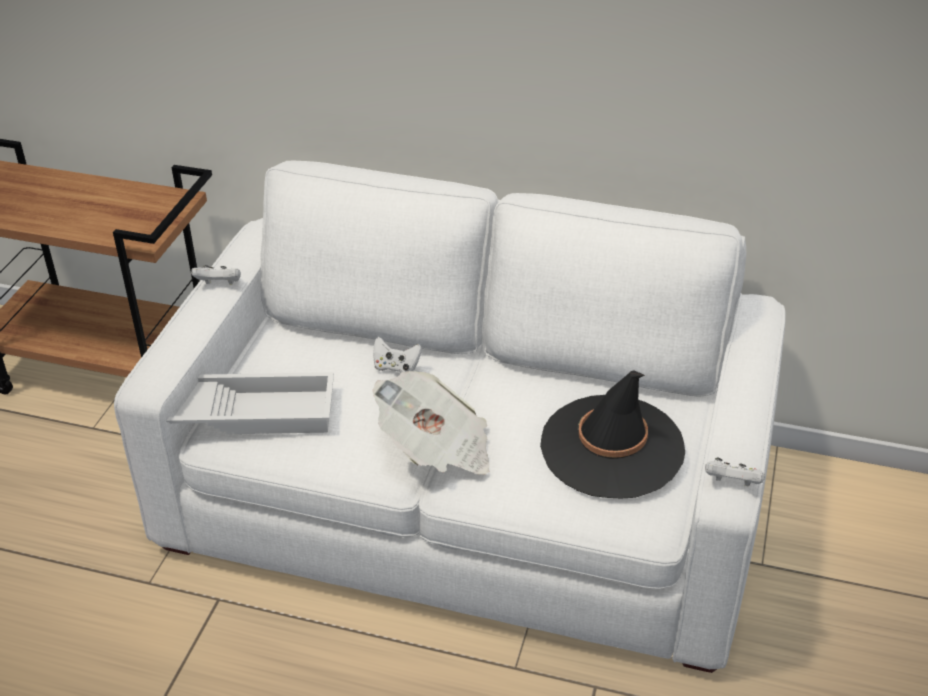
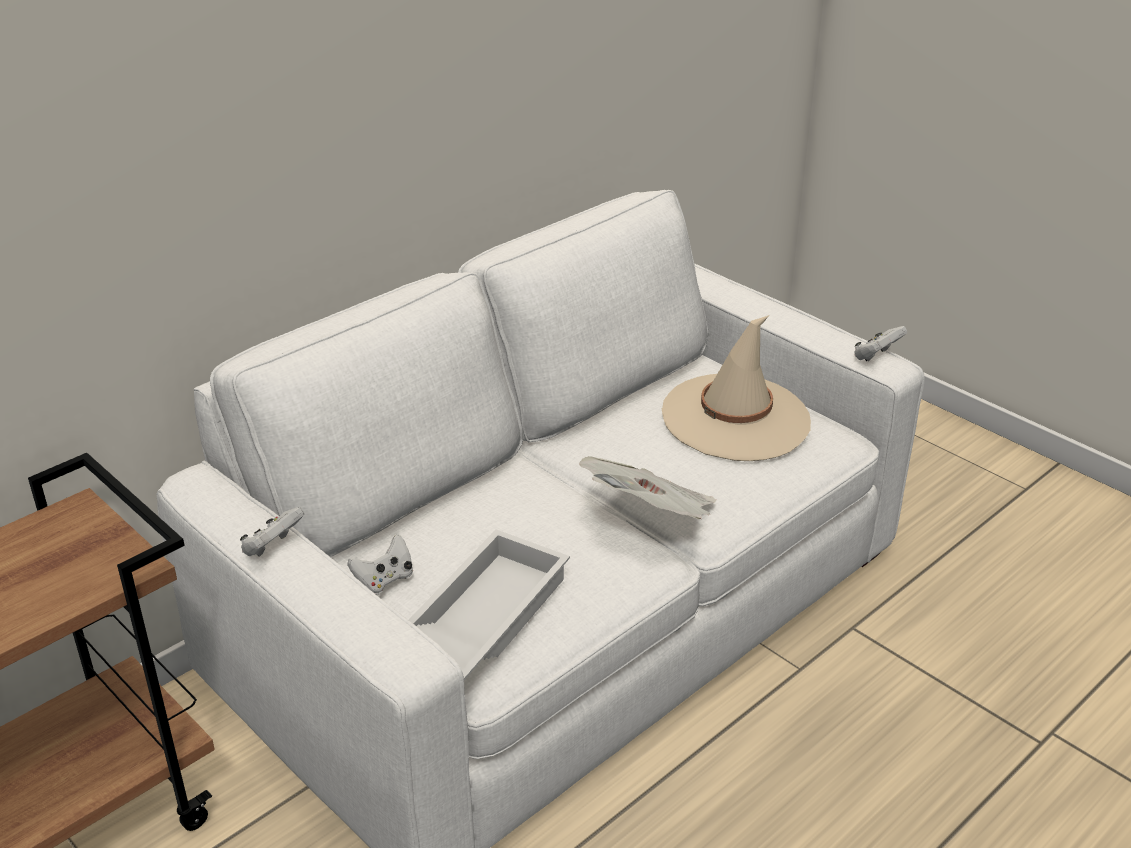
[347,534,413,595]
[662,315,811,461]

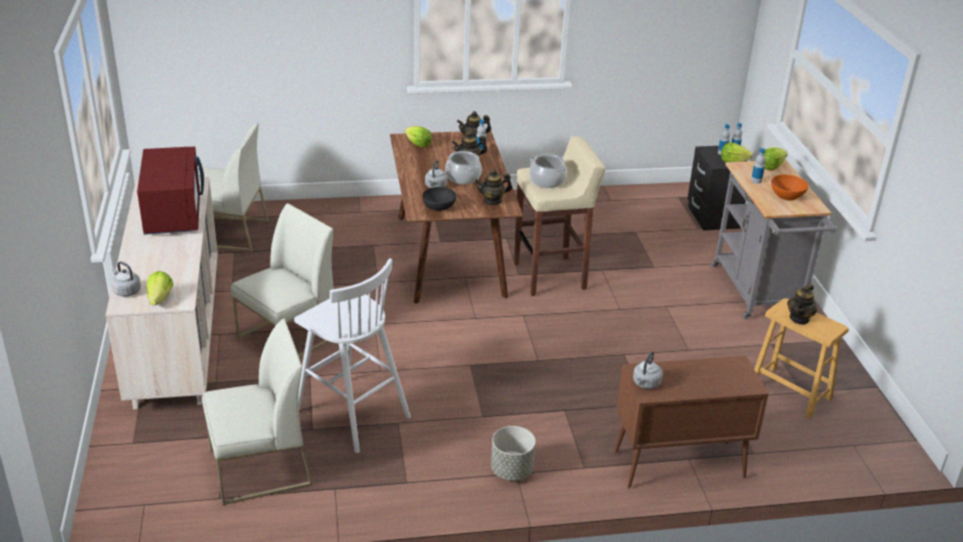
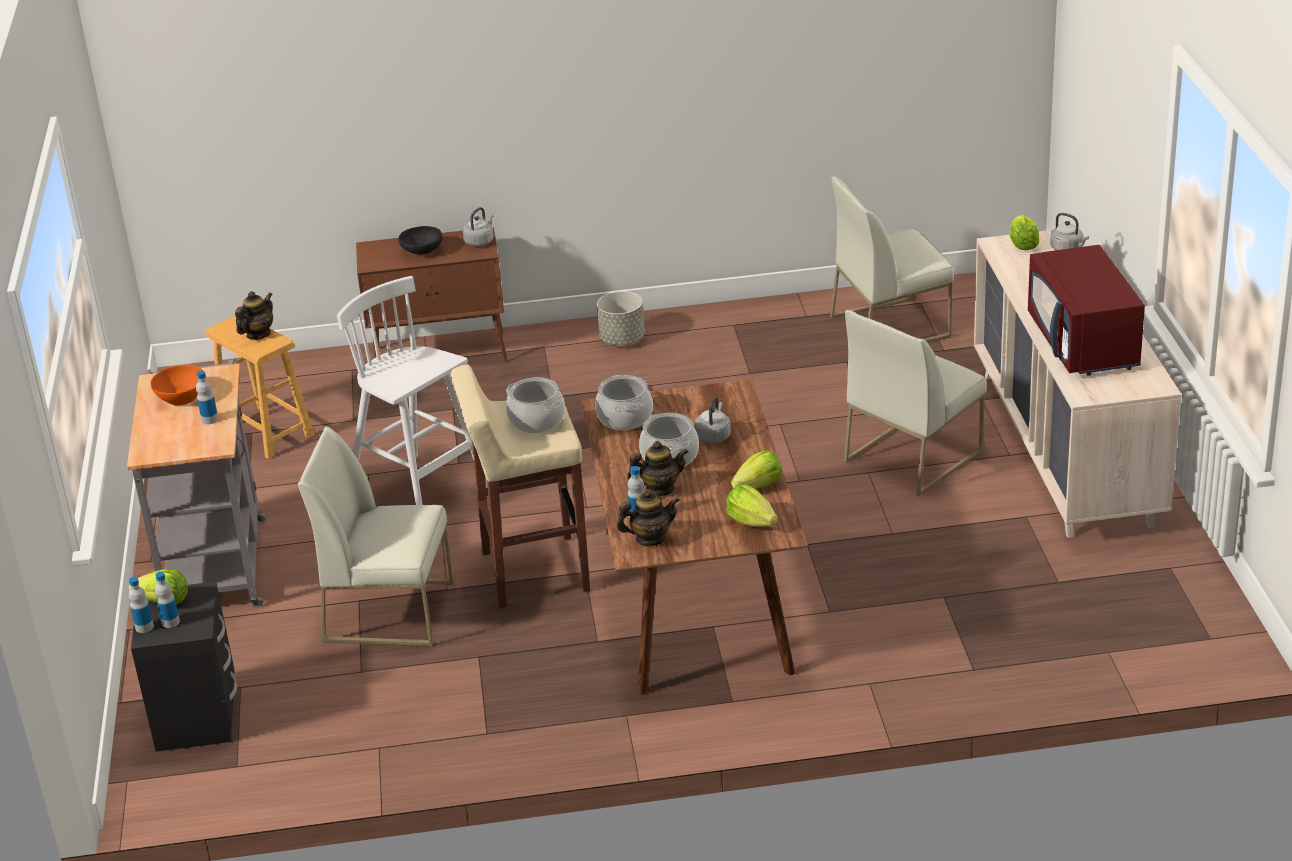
[298,426,454,646]
[731,450,782,489]
[595,375,653,430]
[398,226,442,254]
[337,276,488,505]

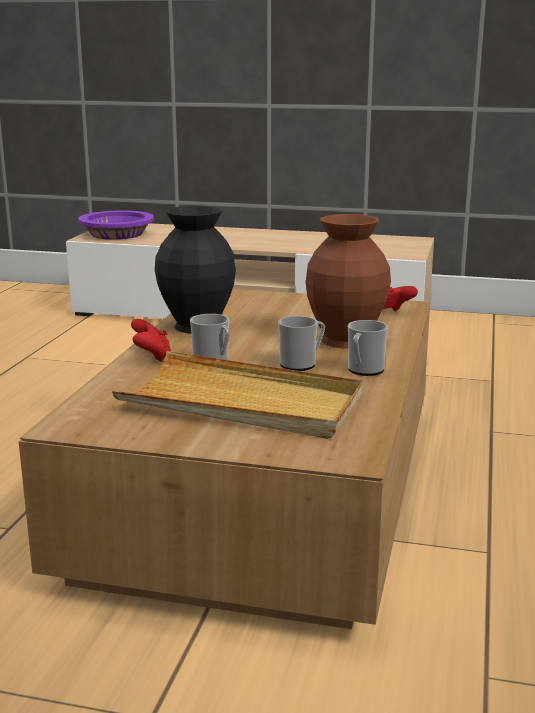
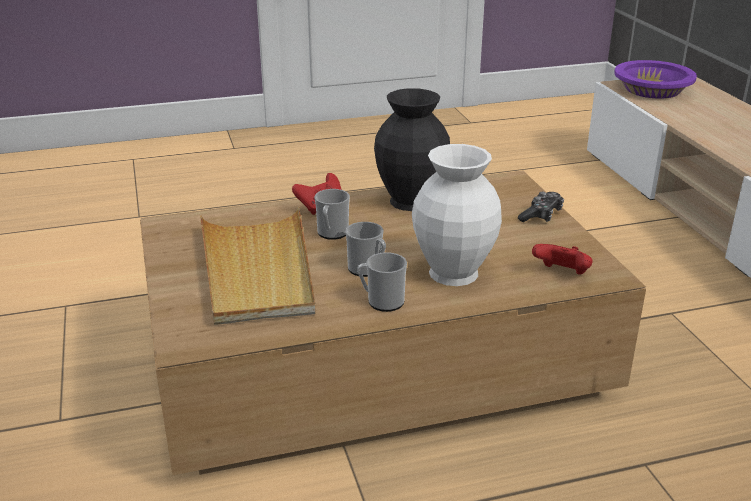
[412,144,502,286]
[518,192,564,222]

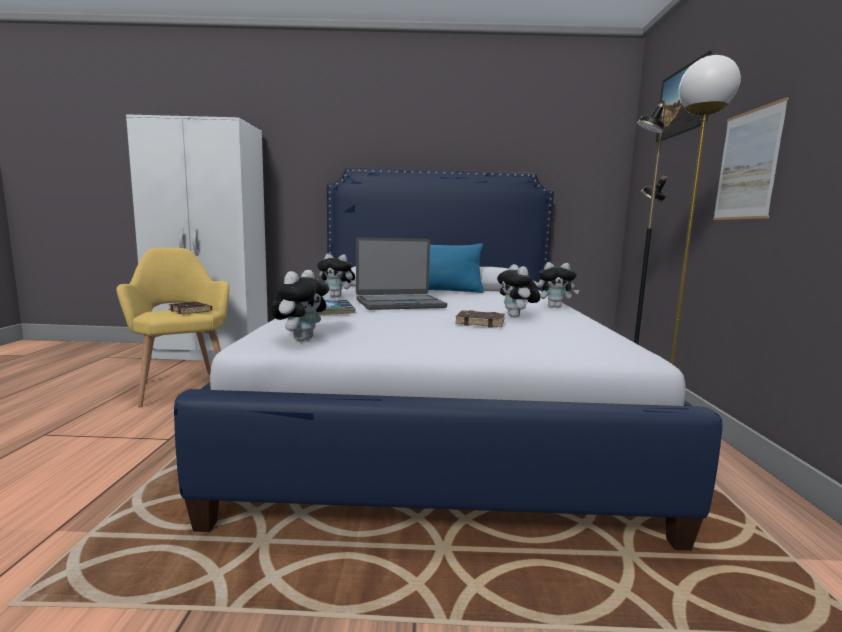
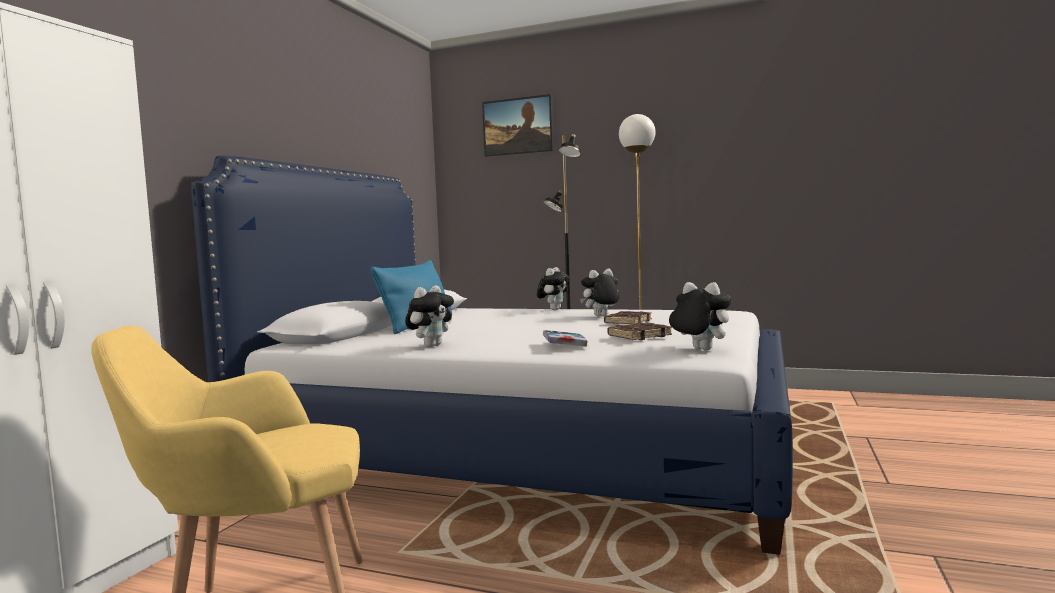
[713,97,789,220] (first image)
[356,237,447,310] (first image)
[580,269,620,316]
[607,322,672,340]

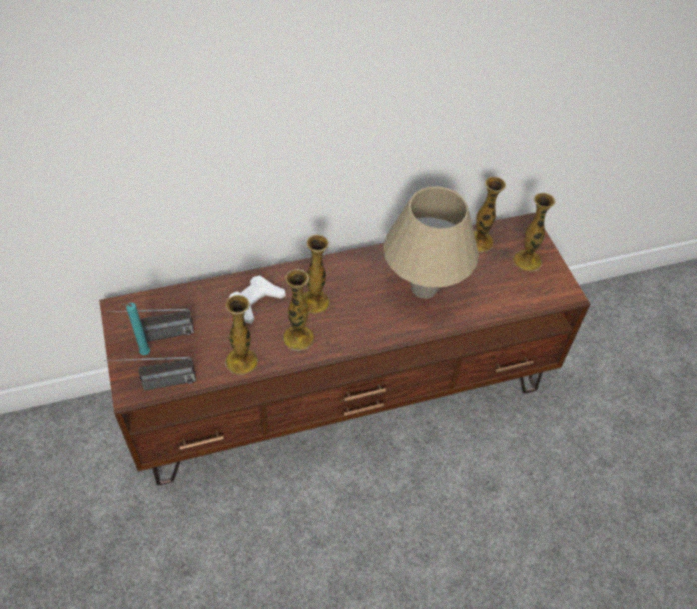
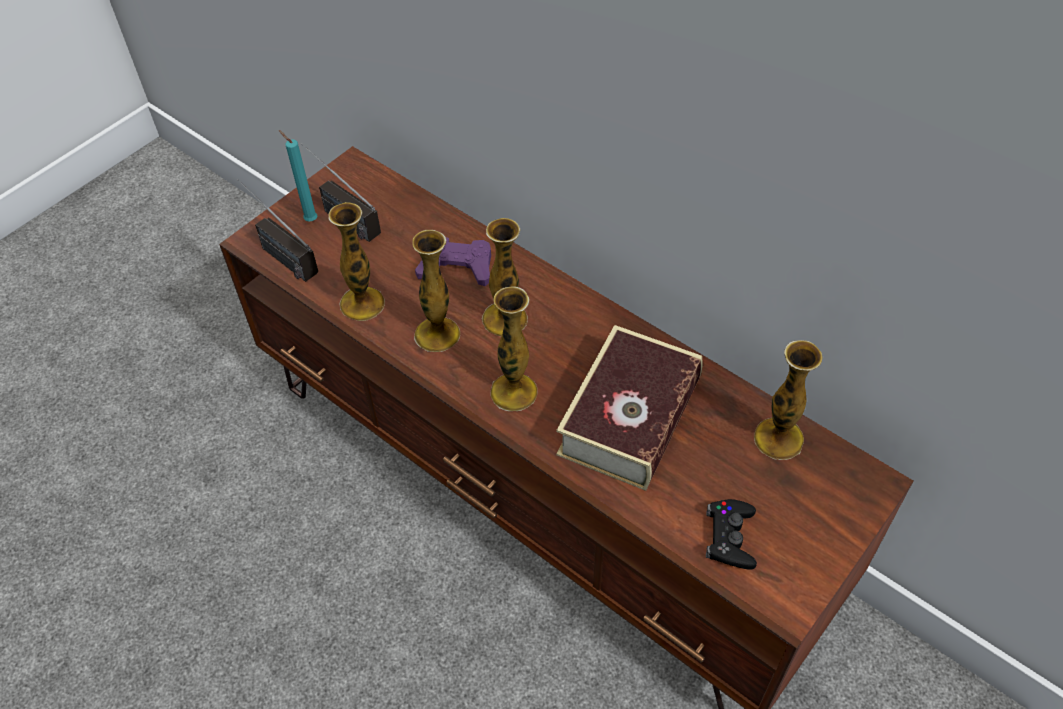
[556,325,702,491]
[491,287,537,411]
[415,237,491,286]
[706,499,757,570]

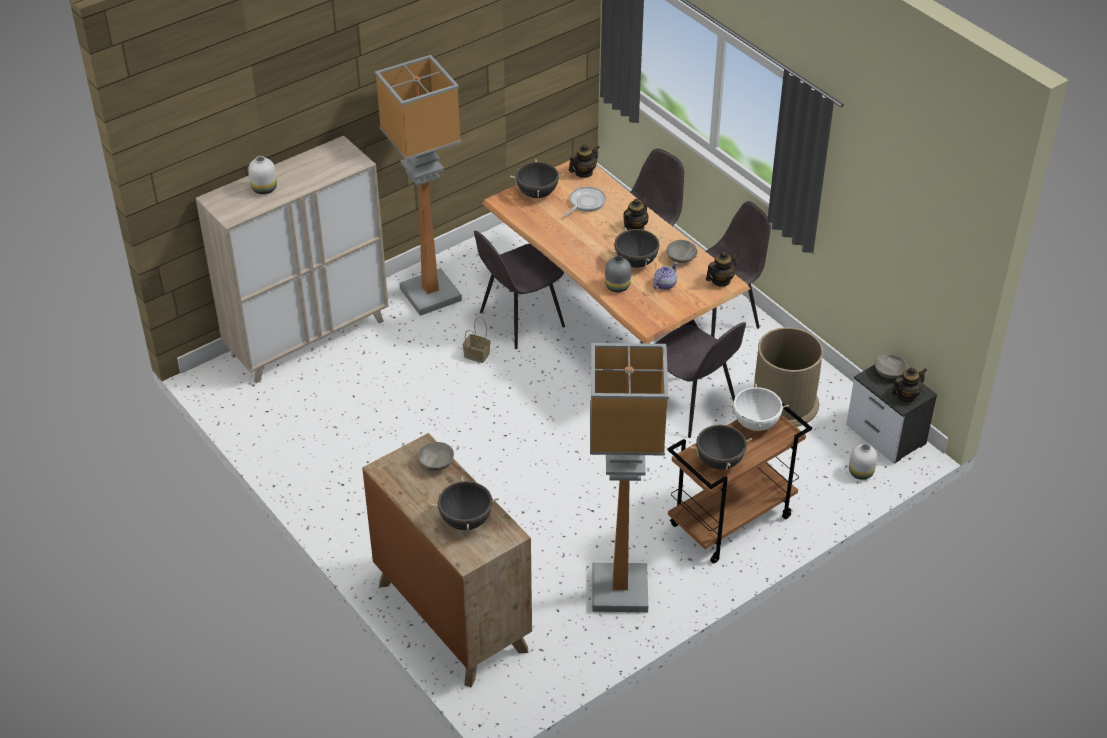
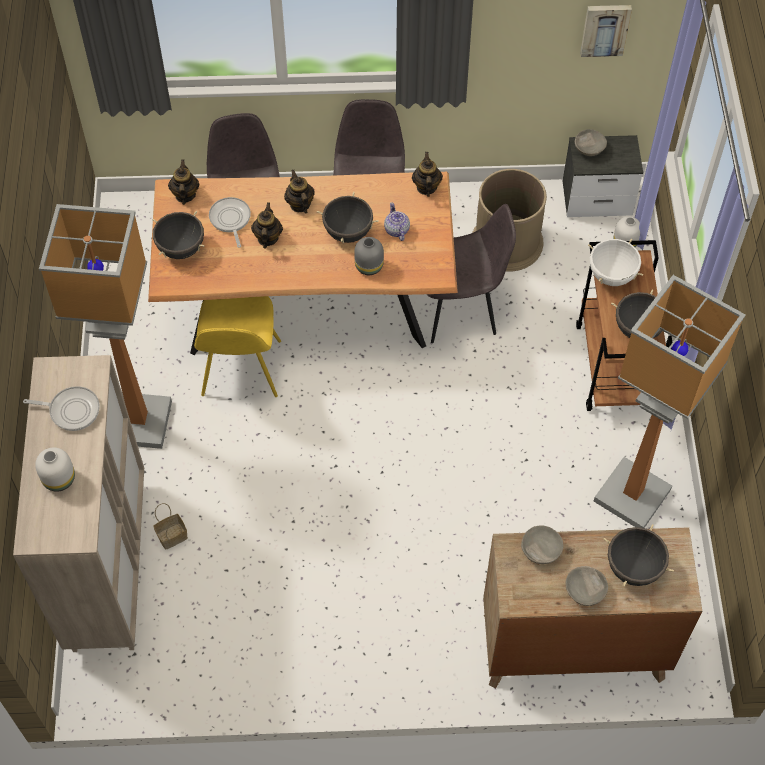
[194,296,281,397]
[565,566,608,606]
[153,503,188,550]
[251,202,283,249]
[580,5,632,57]
[23,386,100,431]

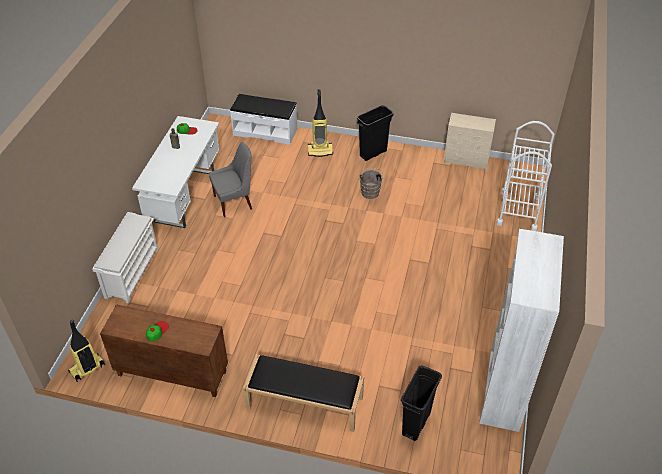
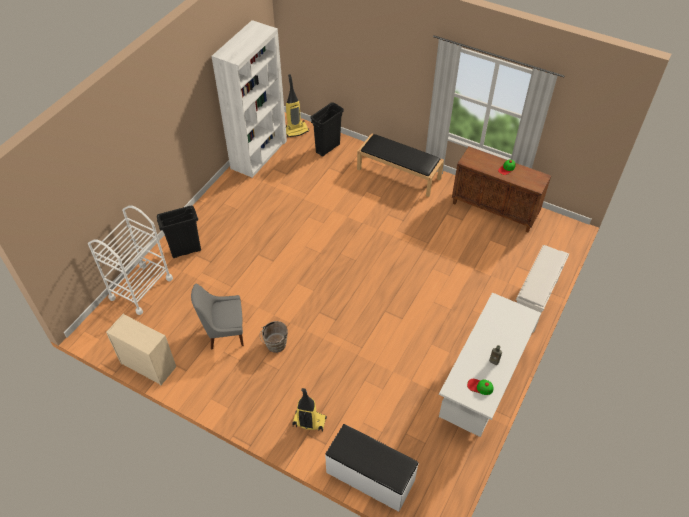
[157,205,201,258]
[191,284,244,350]
[286,74,309,137]

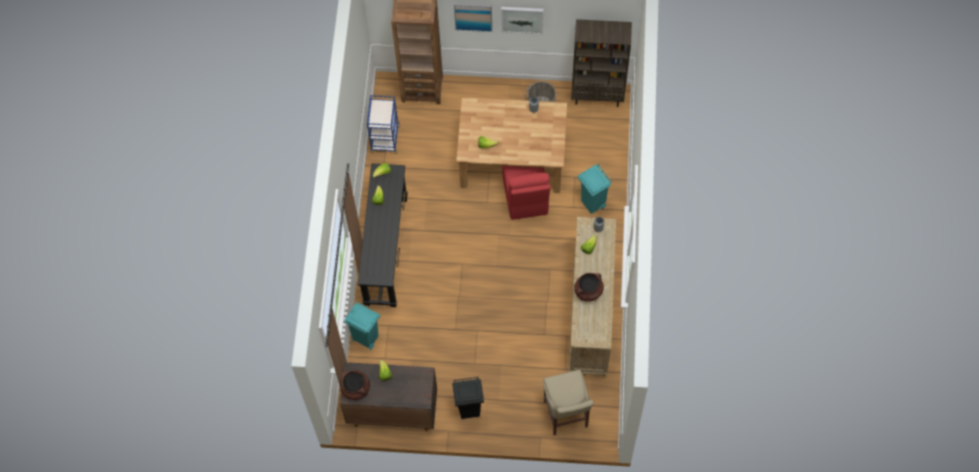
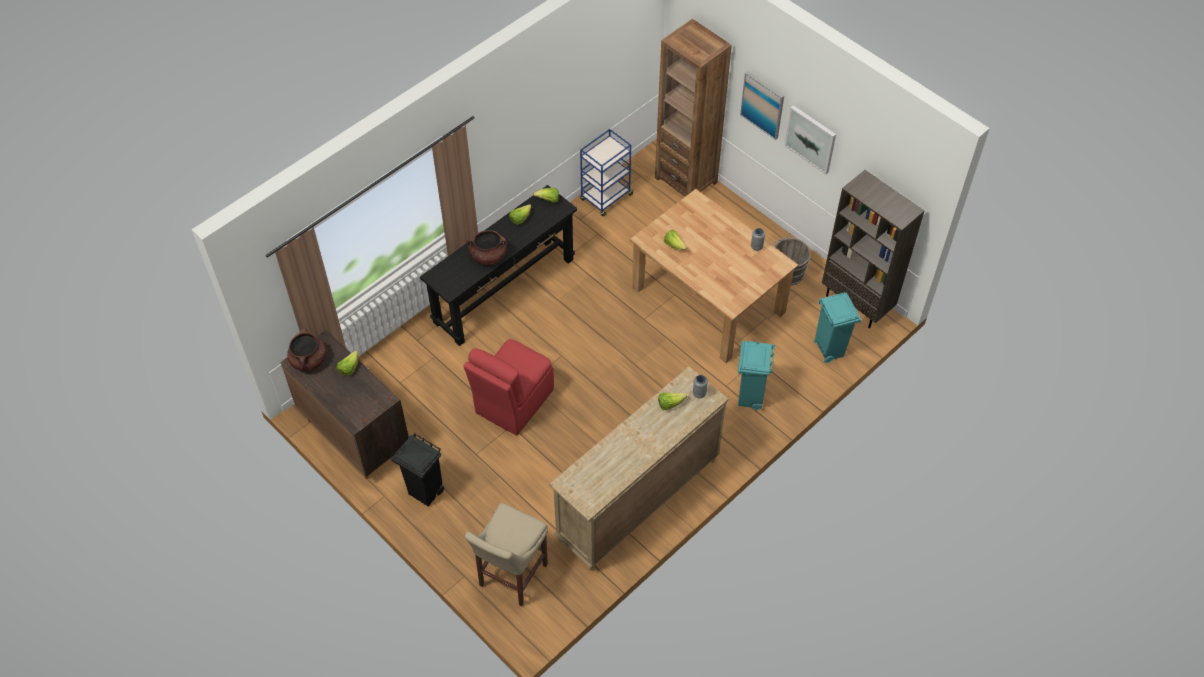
[463,339,554,436]
[467,230,507,265]
[814,292,862,363]

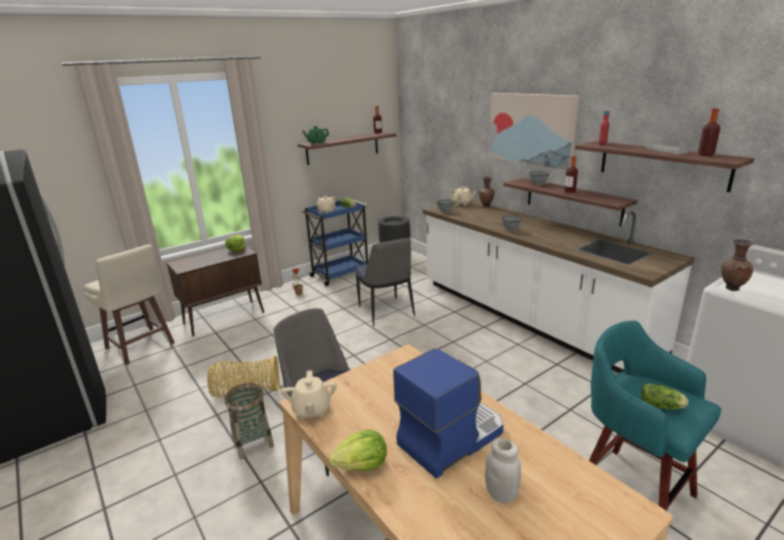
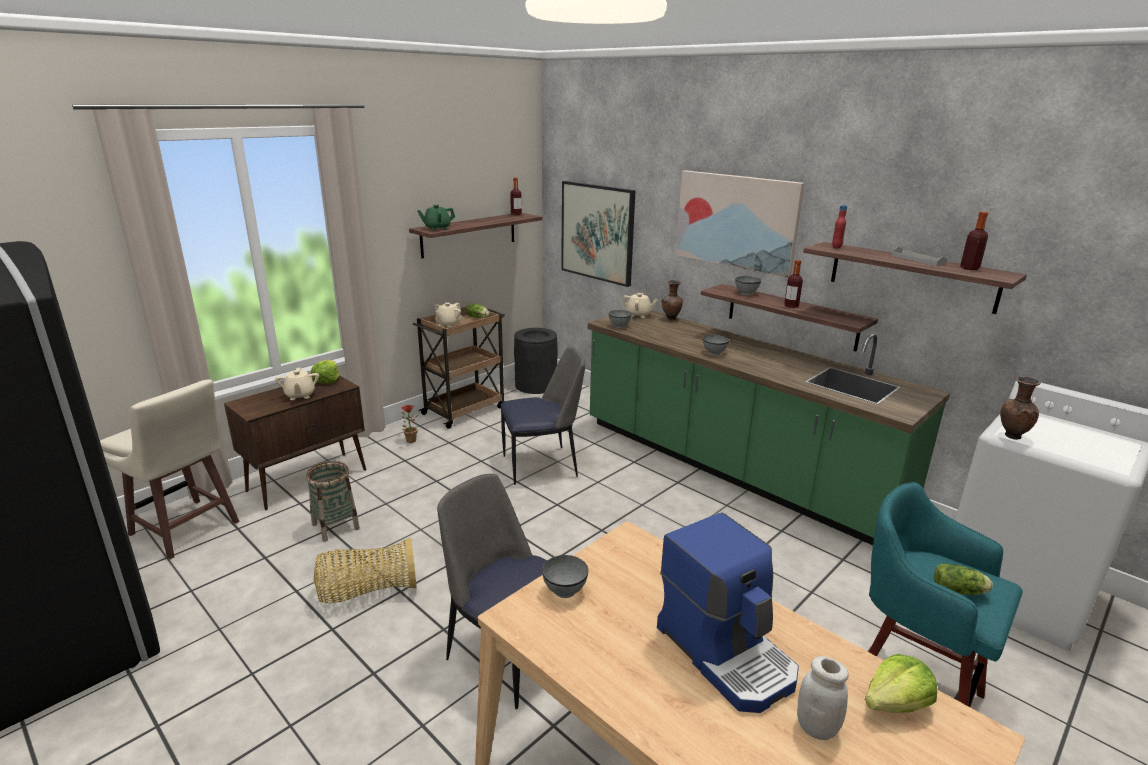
[413,306,505,429]
[588,310,950,545]
[501,347,585,485]
[657,513,799,713]
[275,368,319,400]
[306,461,360,542]
[865,654,937,713]
[561,181,636,287]
[542,555,589,598]

